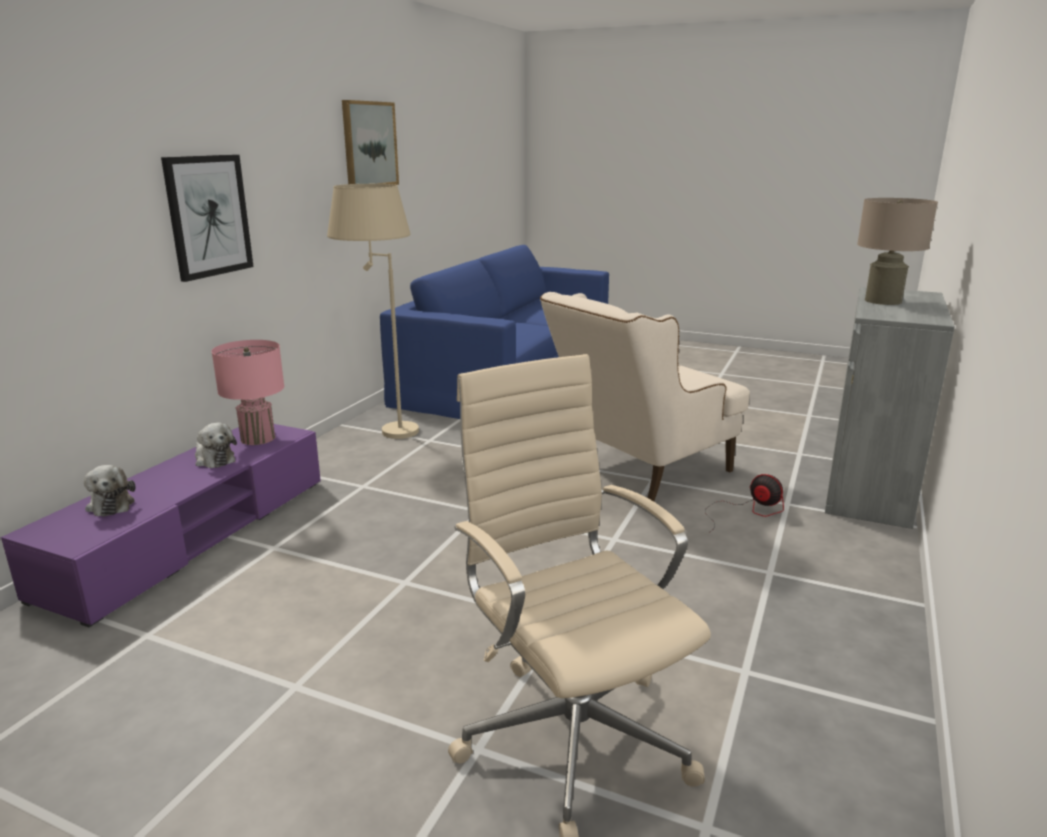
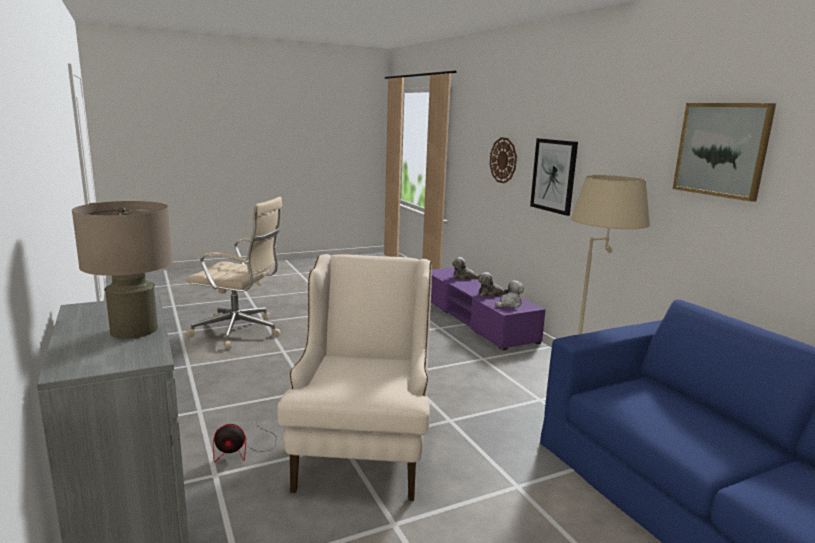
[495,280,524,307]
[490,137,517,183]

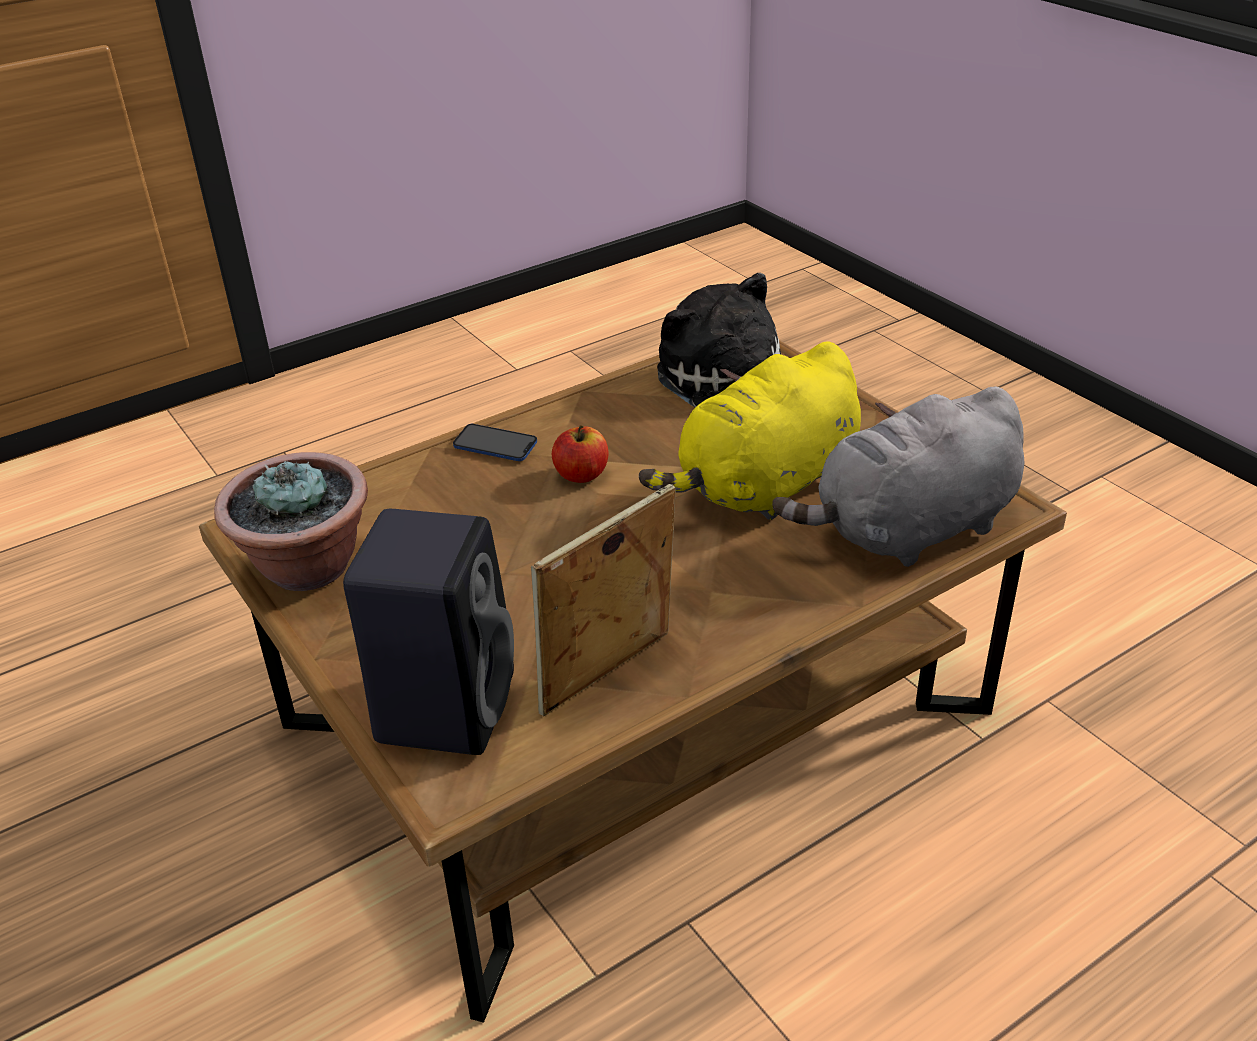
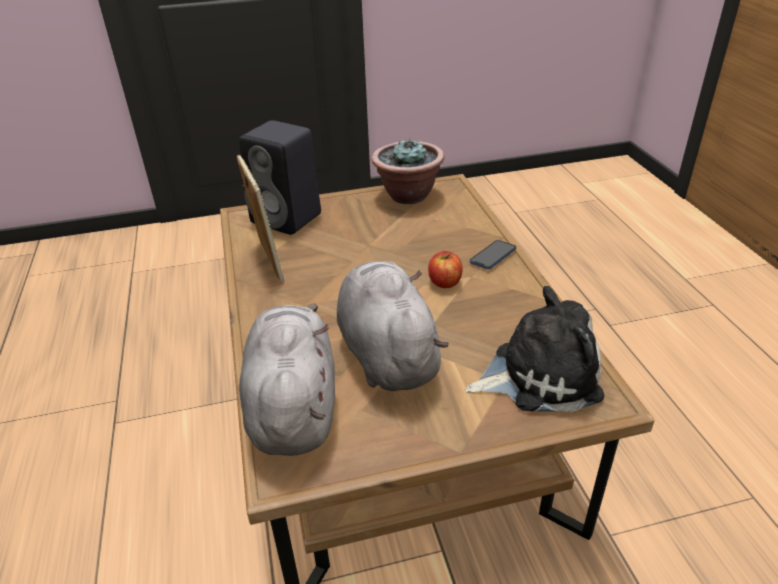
[337,261,449,391]

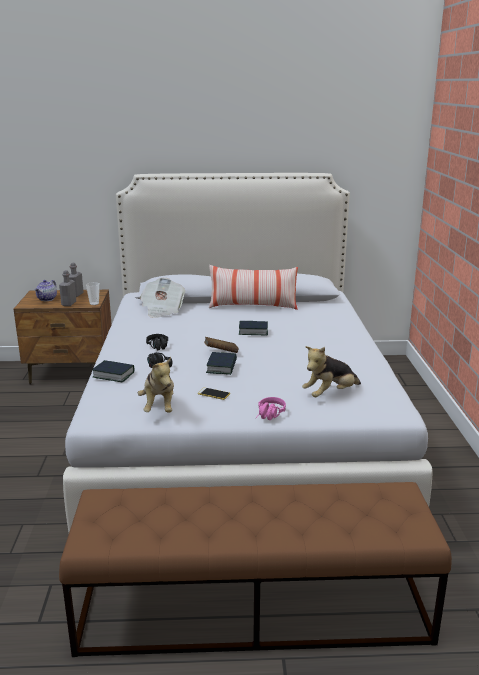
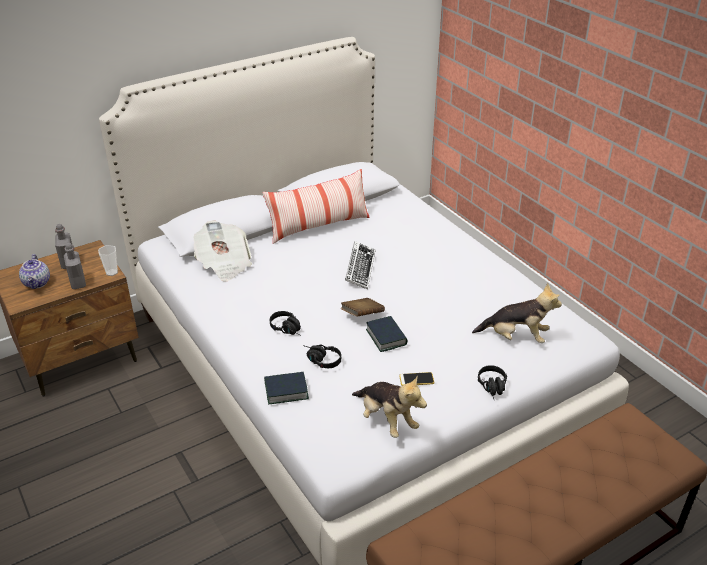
[345,241,375,289]
[472,283,562,343]
[478,365,507,399]

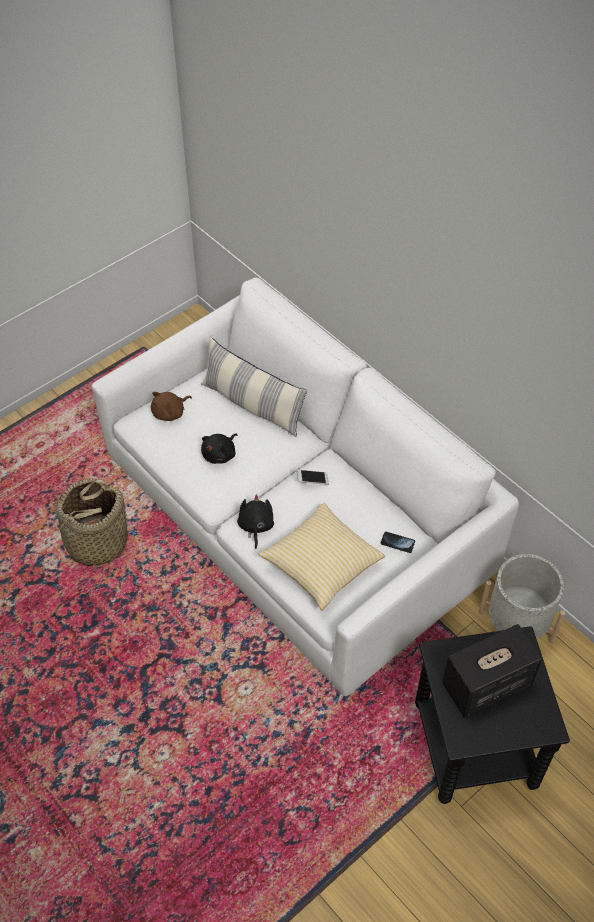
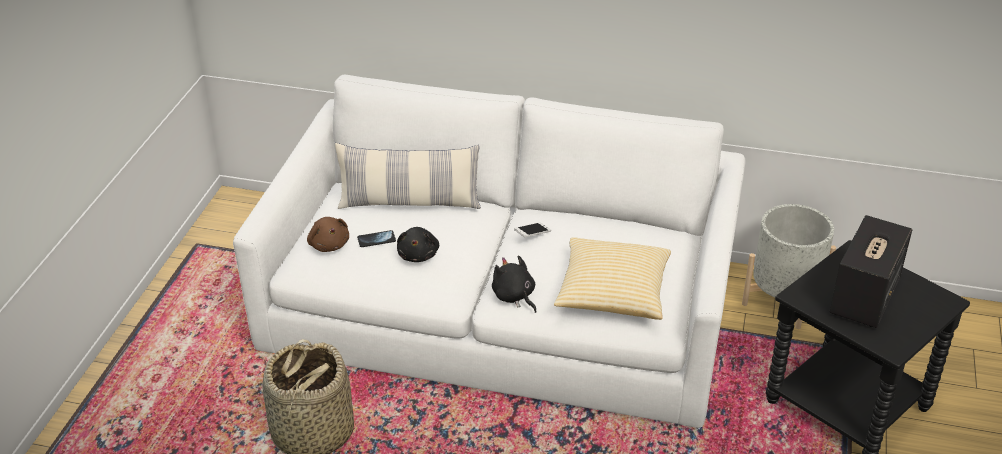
[307,217,349,252]
[357,230,396,247]

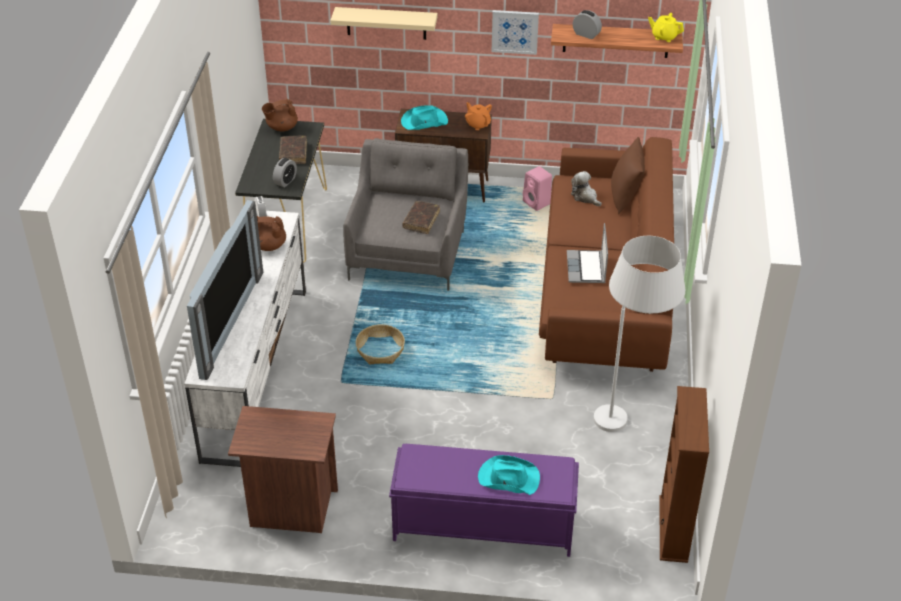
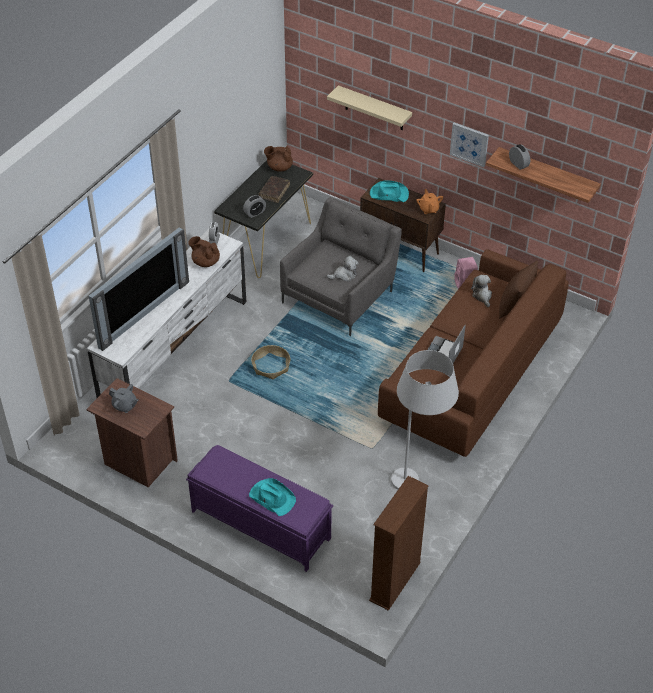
[648,13,684,42] (first image)
[327,256,358,282]
[109,384,138,413]

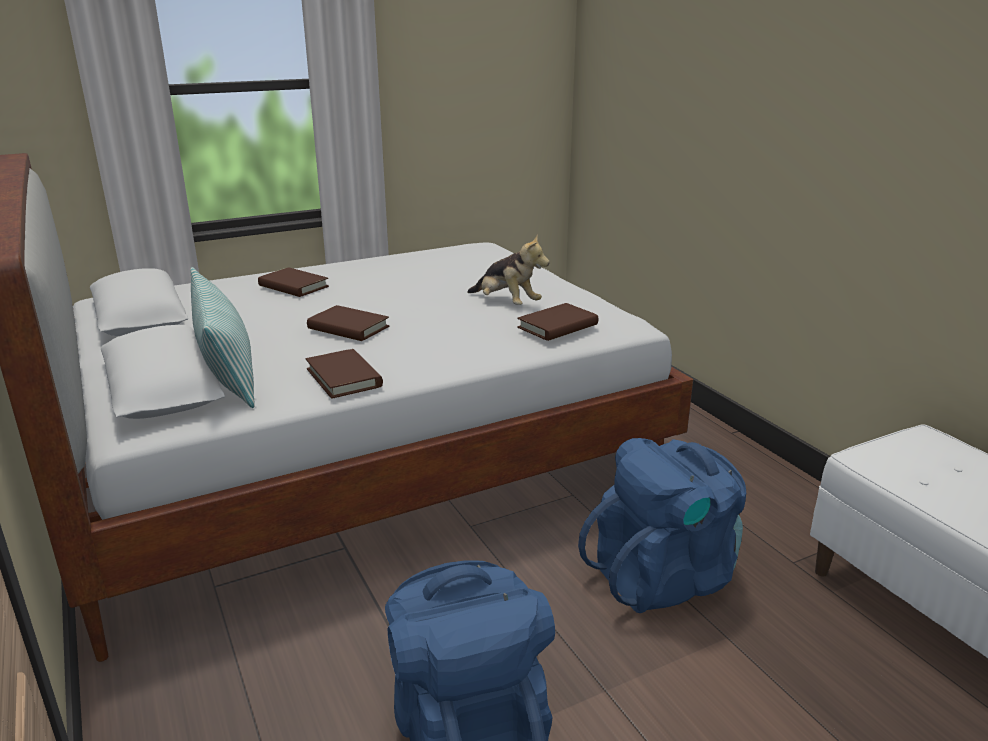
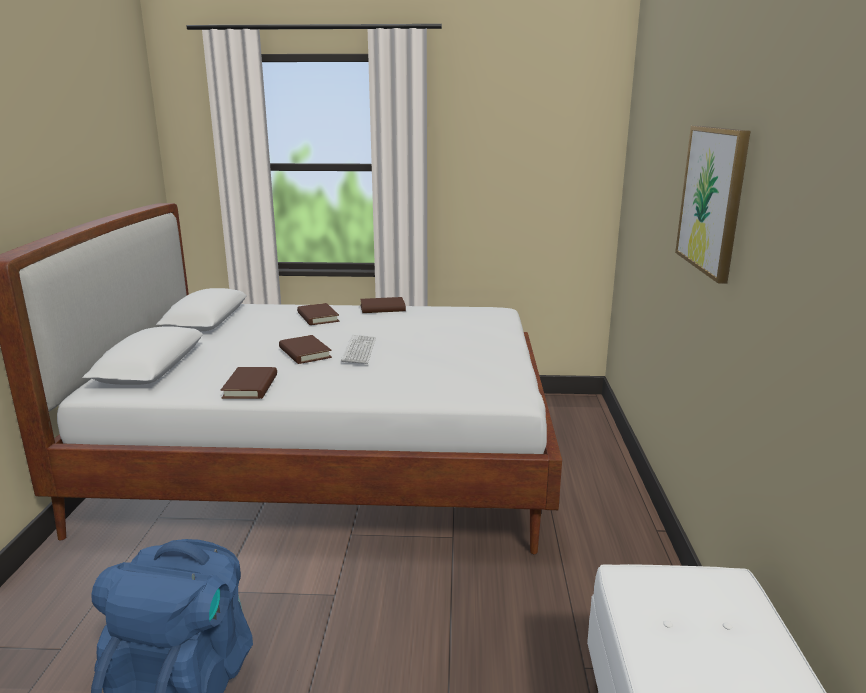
[467,234,550,305] (first image)
[190,267,255,408] (first image)
[360,297,406,313]
[578,438,746,613] (first image)
[675,126,751,283]
[341,335,376,364]

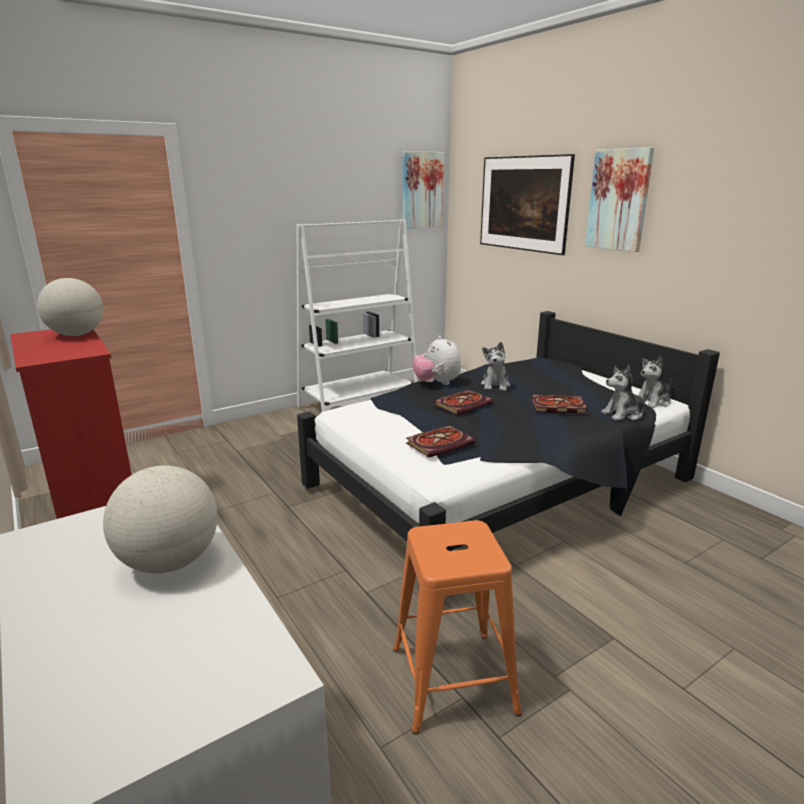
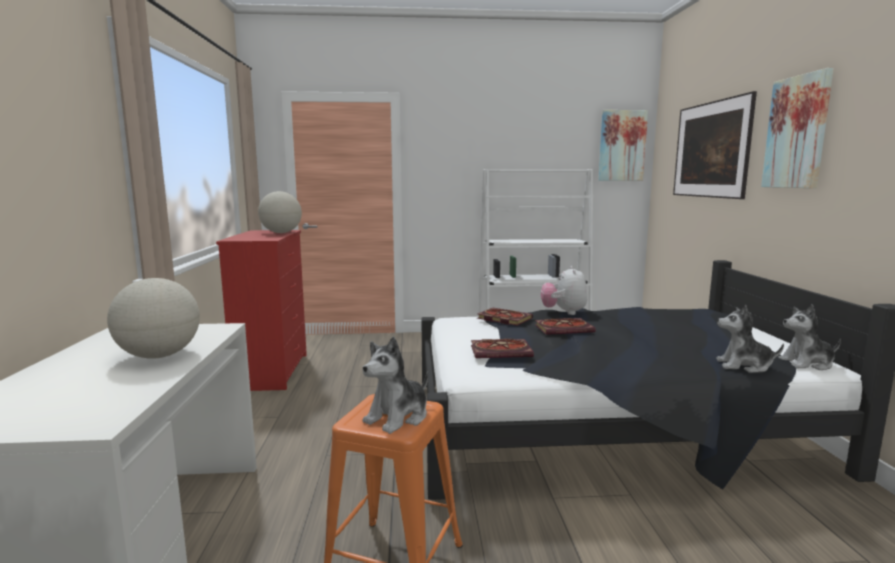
[363,337,428,434]
[477,308,533,326]

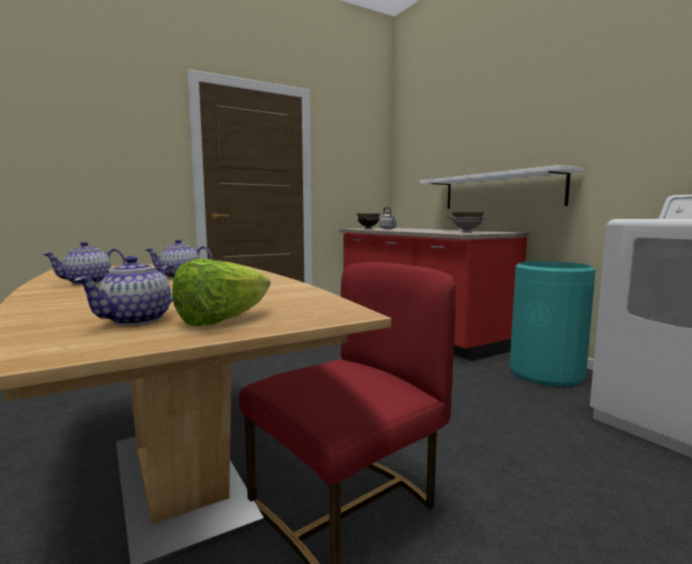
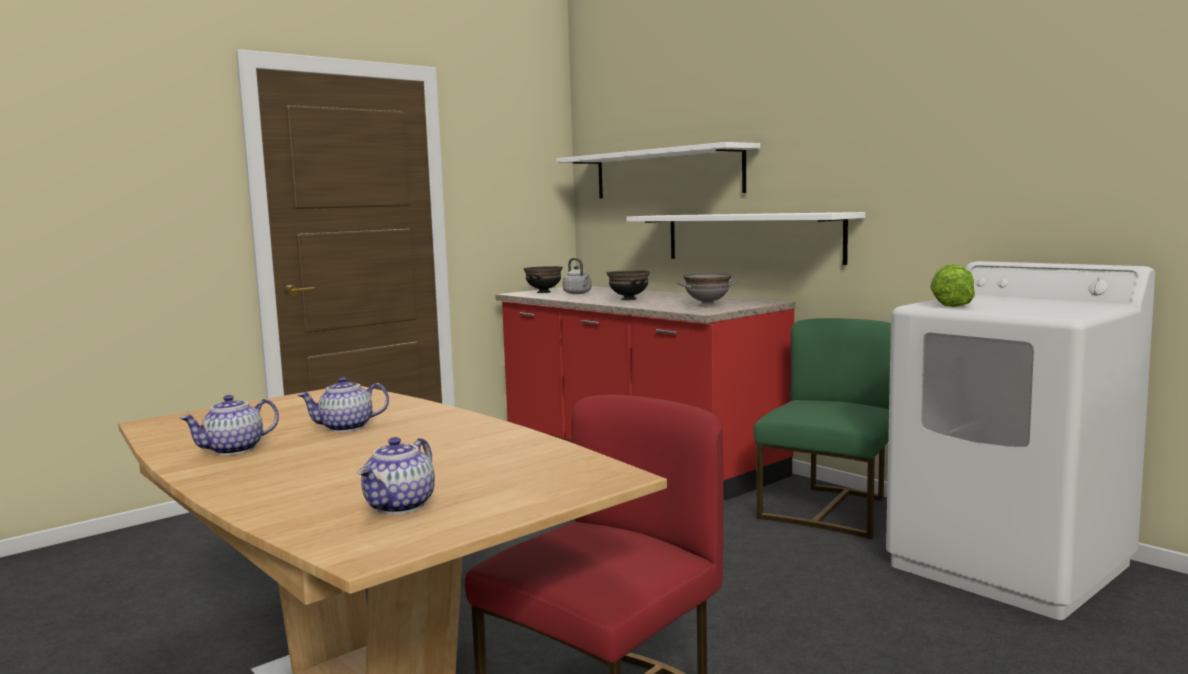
[930,264,975,307]
[754,318,891,539]
[556,142,760,199]
[606,270,650,300]

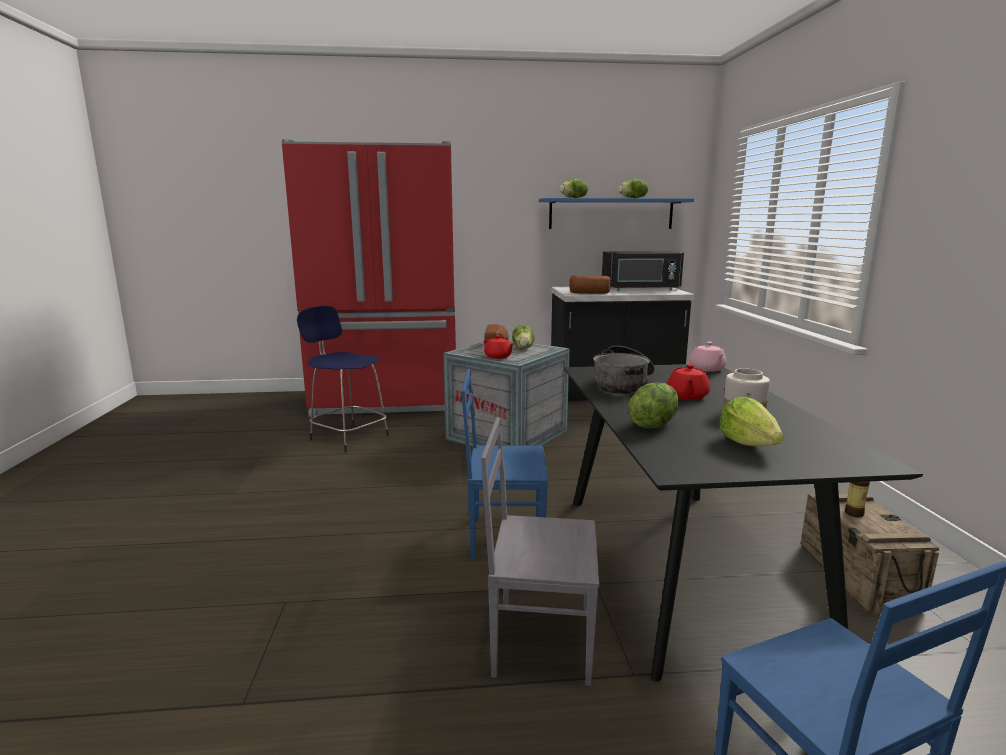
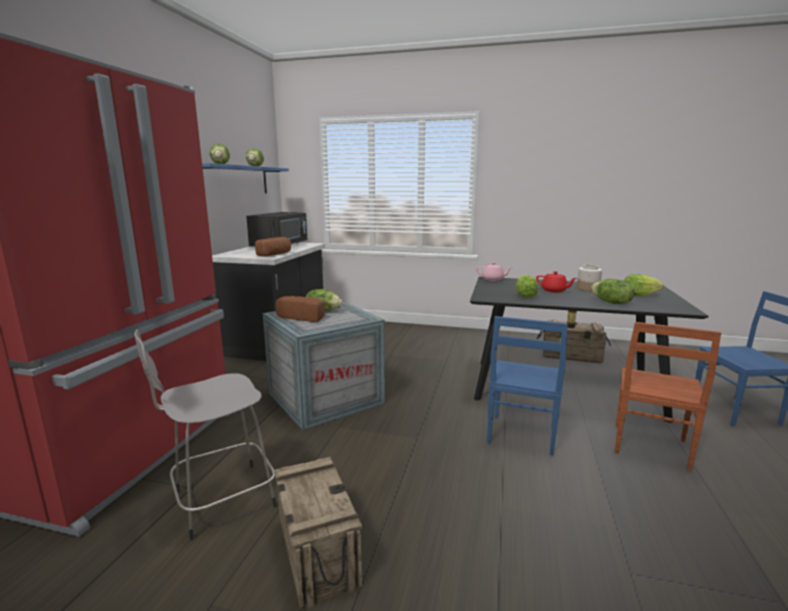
[135,329,277,541]
[484,335,514,359] (first image)
[516,275,538,298]
[615,322,721,471]
[274,457,362,608]

